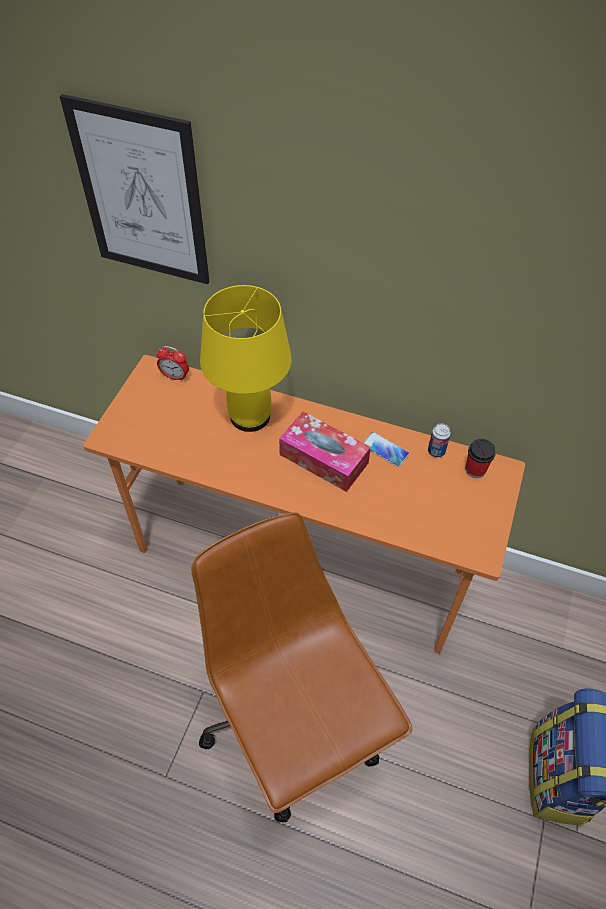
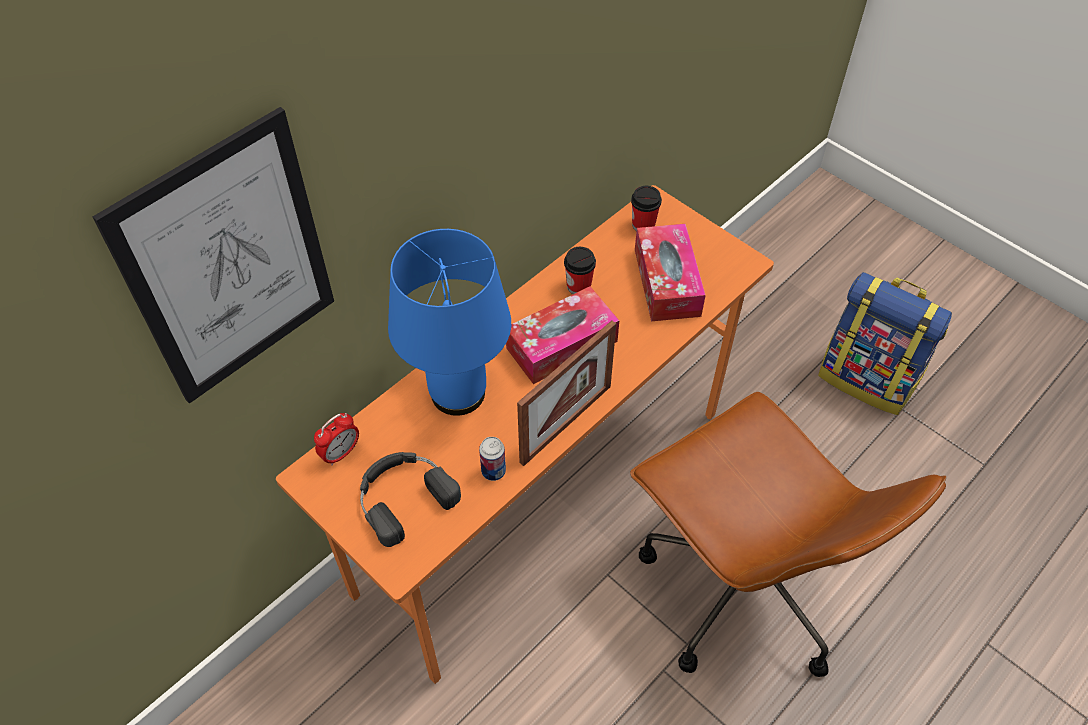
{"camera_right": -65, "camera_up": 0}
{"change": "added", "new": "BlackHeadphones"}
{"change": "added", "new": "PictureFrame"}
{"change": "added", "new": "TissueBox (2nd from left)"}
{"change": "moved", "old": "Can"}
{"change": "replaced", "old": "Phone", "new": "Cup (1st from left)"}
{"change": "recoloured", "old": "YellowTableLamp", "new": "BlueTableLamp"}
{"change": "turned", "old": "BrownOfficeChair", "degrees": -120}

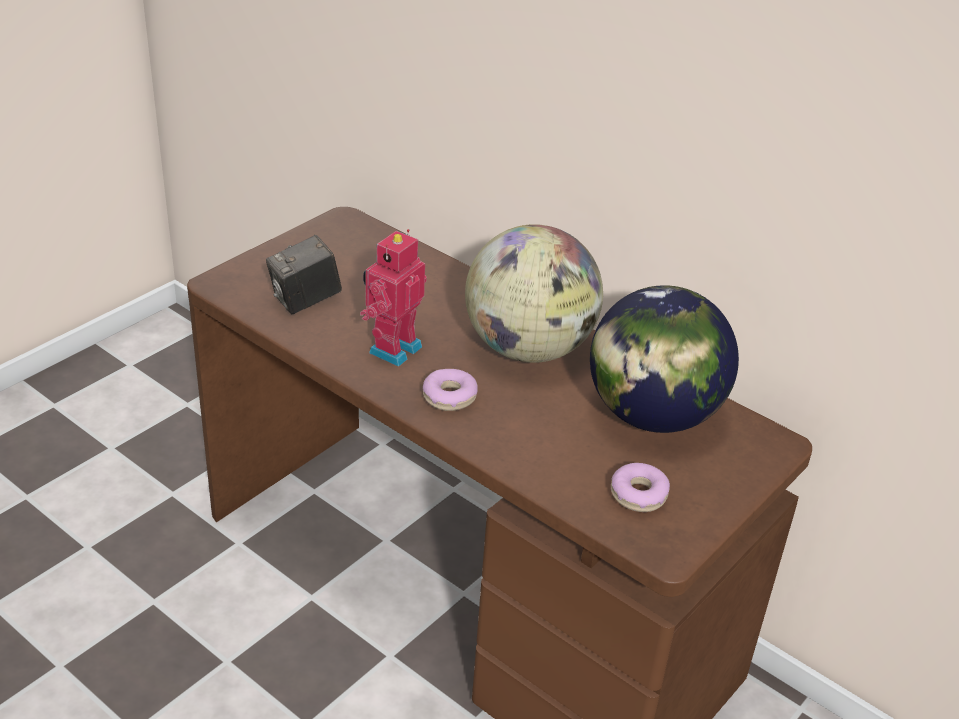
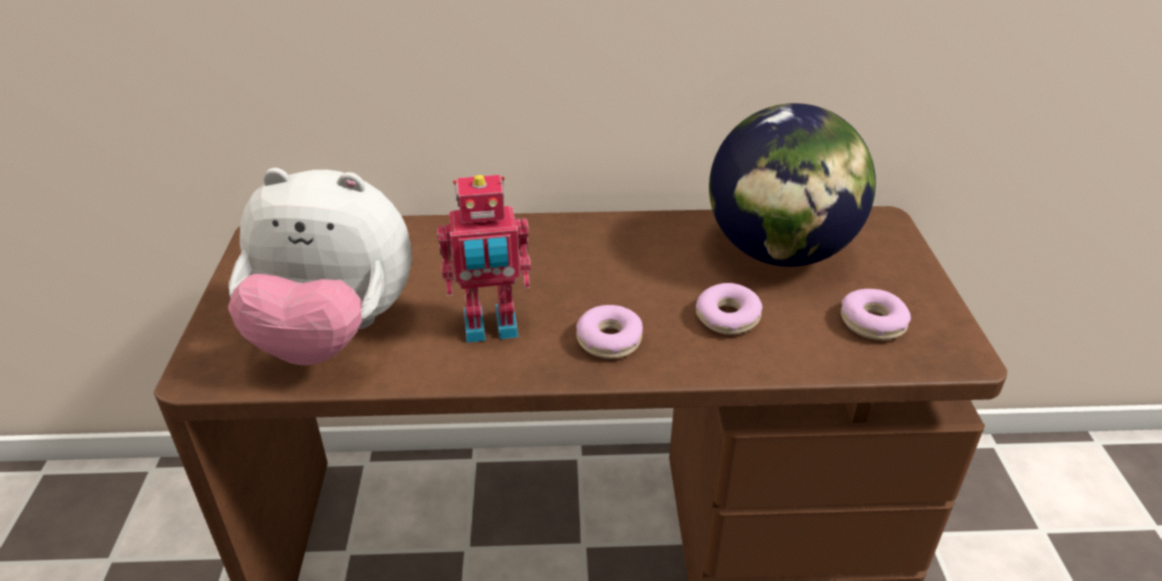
{"camera_right": -40, "camera_up": 0}
{"change": "removed", "old": "Globe (1st from left)"}
{"change": "added", "new": "Donut (2nd from left)"}
{"change": "replaced", "old": "PhotoCamera", "new": "PlushToy"}
{"change": "turned", "old": "ToyRobot", "degrees": -90}

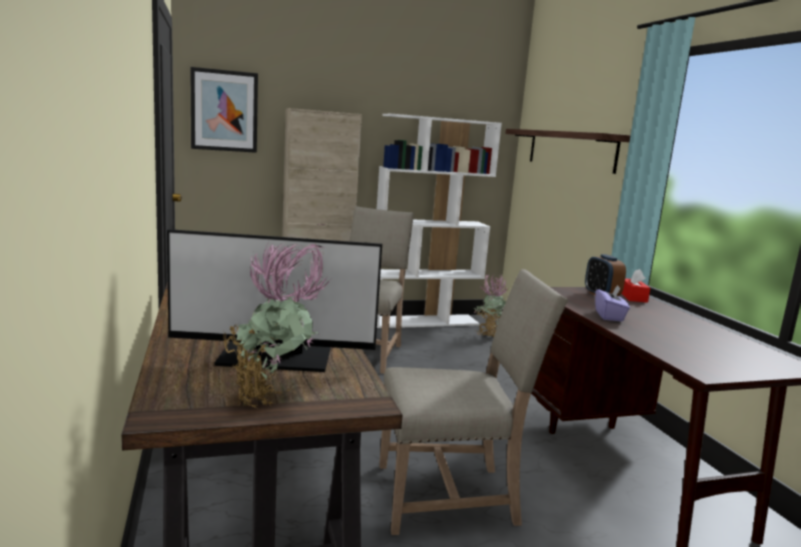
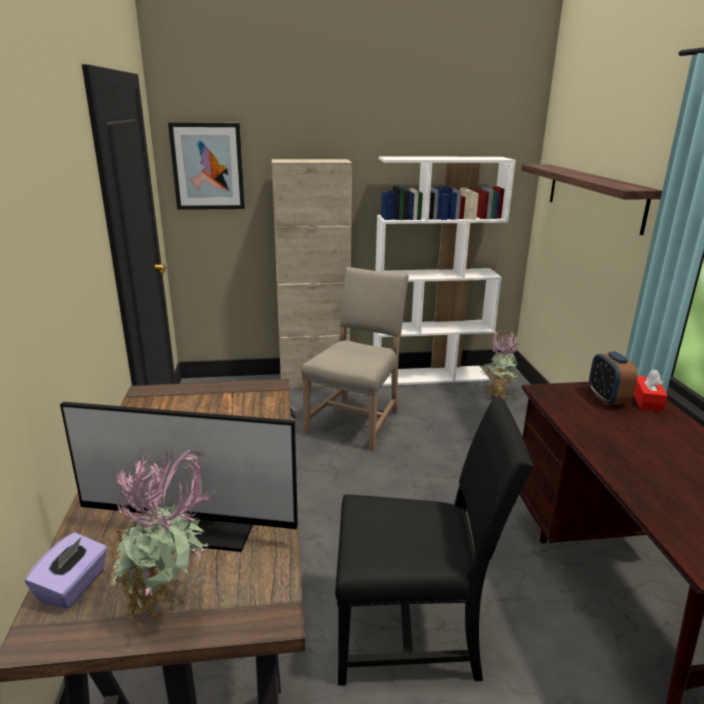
{"camera_right": 10, "camera_up": 10}
{"change": "moved", "old": "PurpleTissueBox"}
{"change": "recoloured", "old": "BeigeChair (2nd from left)", "new": "BlackChair"}

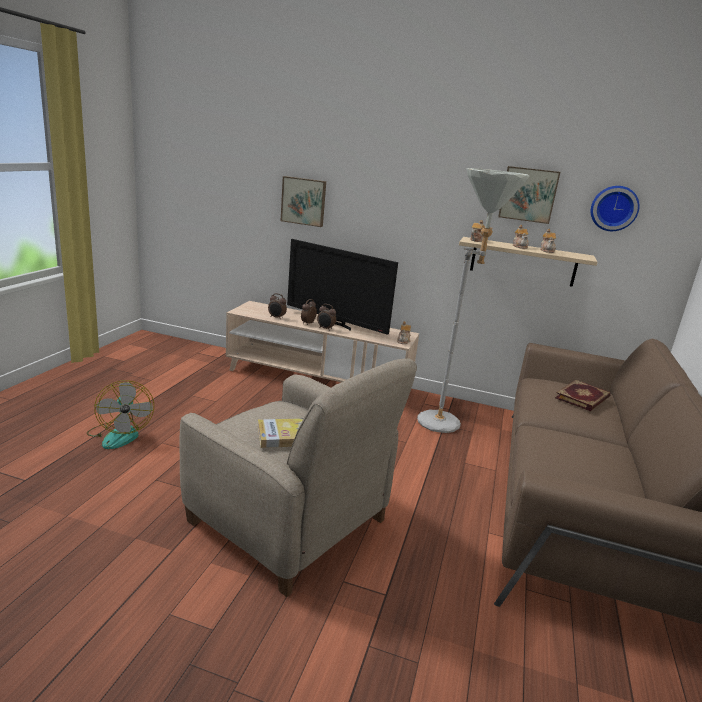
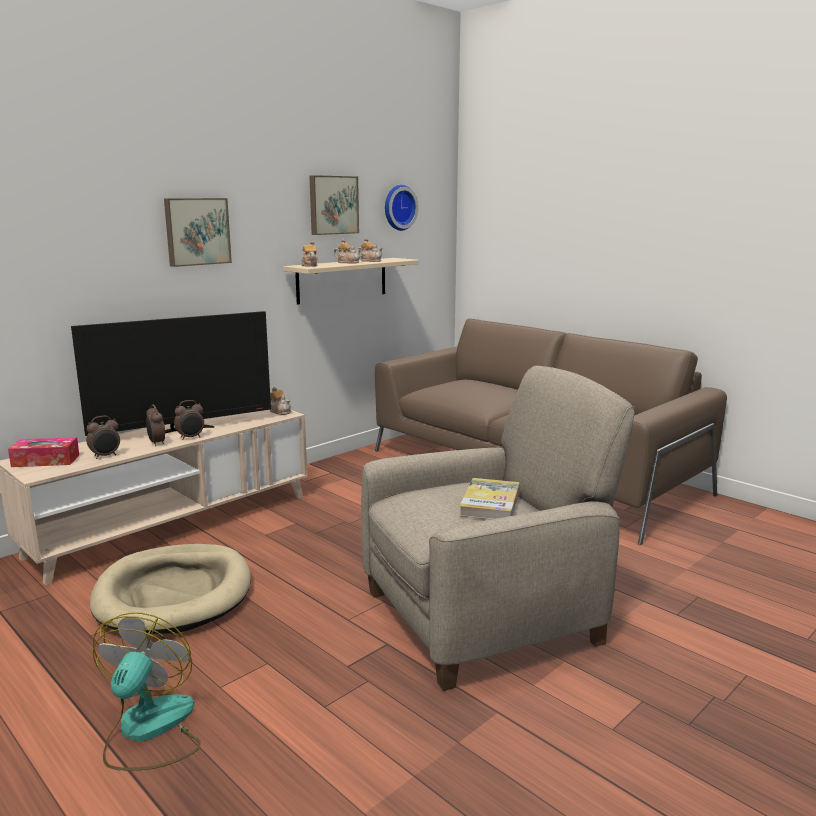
{"camera_right": -60, "camera_up": -5}
{"change": "removed", "old": "GreyFloorLamp"}
{"change": "removed", "old": "Book (2nd from left)"}
{"change": "added", "new": "TissueBox"}
{"change": "added", "new": "BeigeDogBed"}
{"change": "moved", "old": "Picture (1st from left)"}
{"change": "turned", "old": "Fan", "degrees": -90}

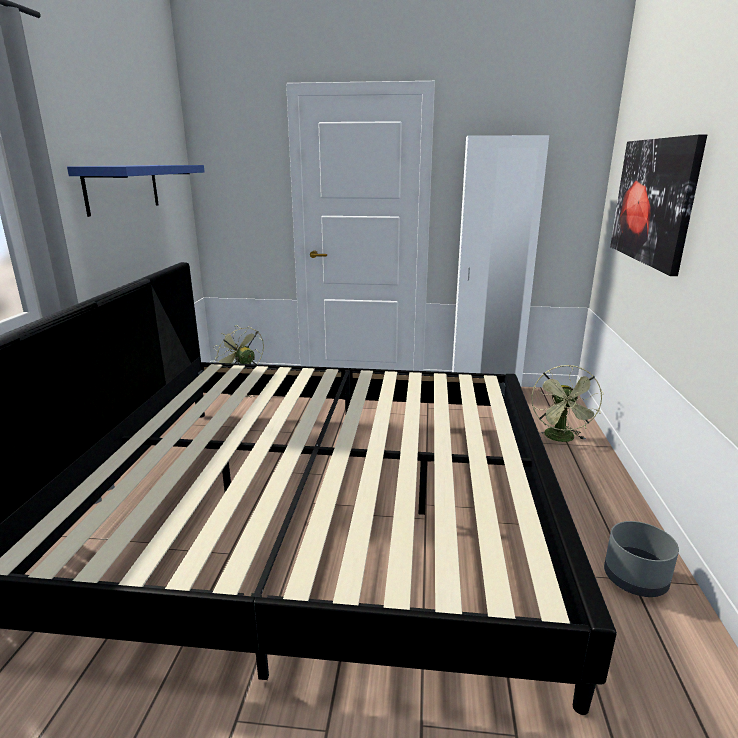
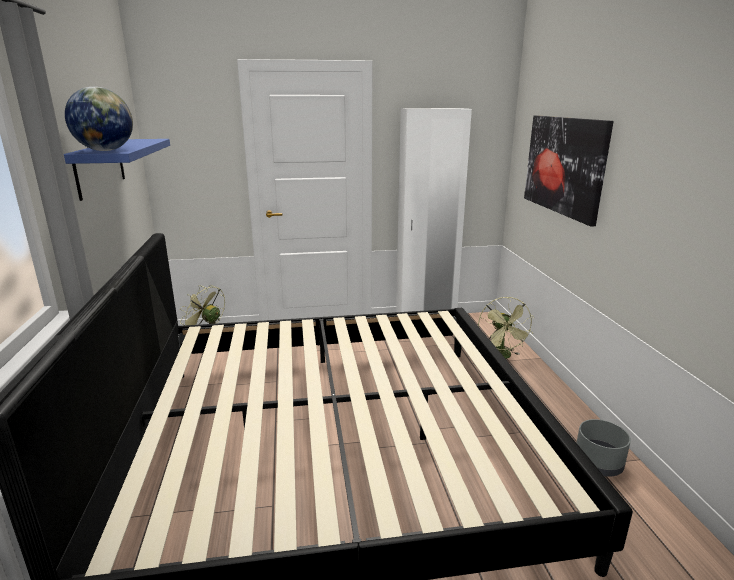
{"camera_right": -15, "camera_up": 0}
{"change": "added", "new": "Globe"}

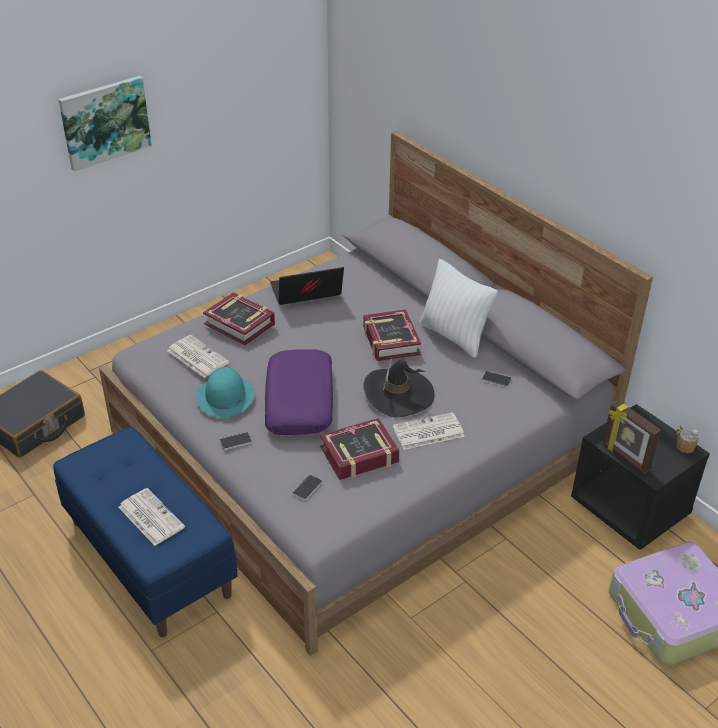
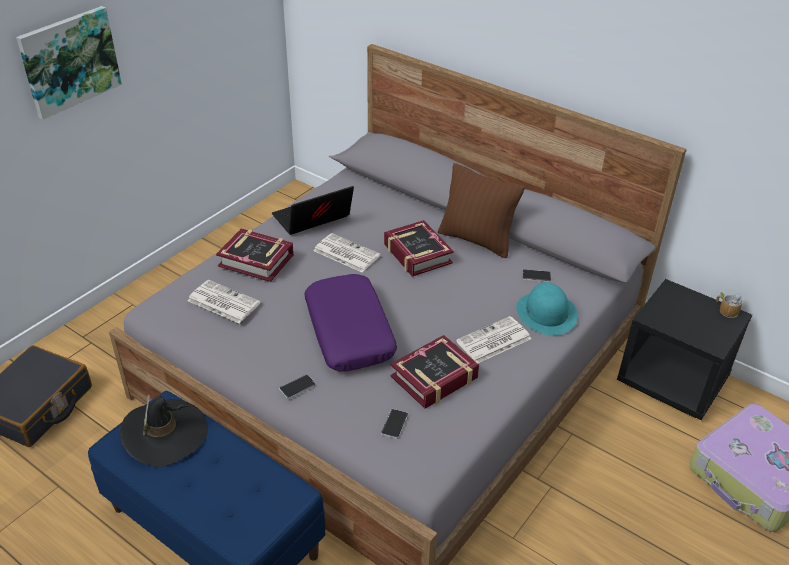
{"camera_right": -15, "camera_up": 0}
{"change": "removed", "old": "PictureFrame"}
{"change": "moved", "old": "Newspaper (1st from left in the first image)", "new": "Newspaper (2nd from left)"}
{"change": "moved", "old": "TurquoiseHat"}
{"change": "moved", "old": "BlackHat"}
{"change": "recoloured", "old": "WhitePillow", "new": "BrownPillow"}

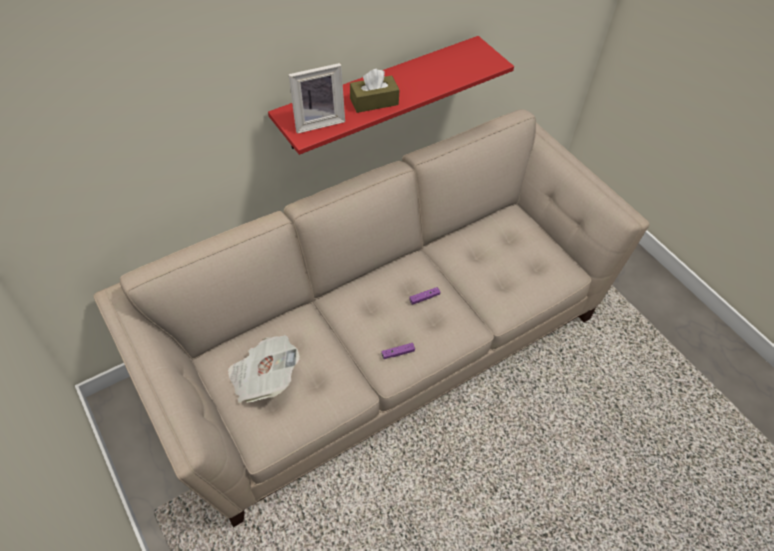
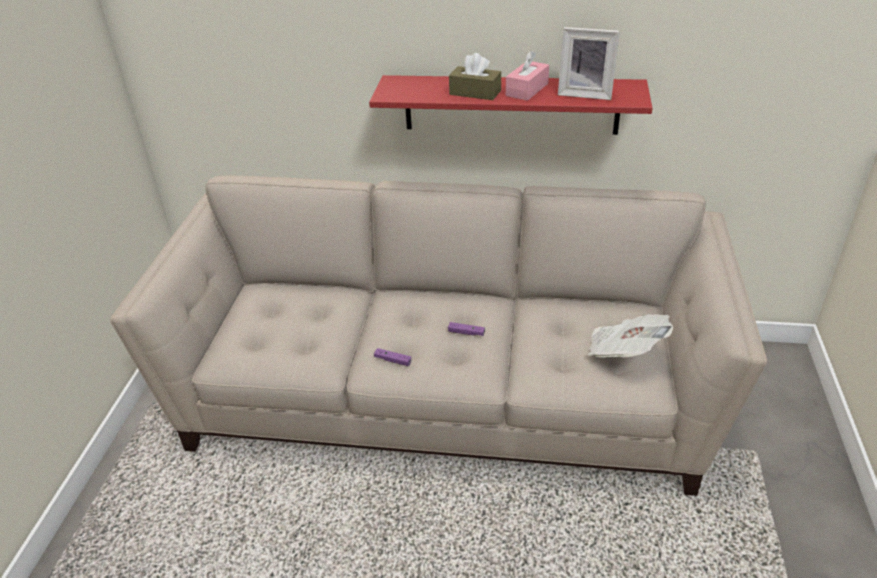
{"camera_right": 45, "camera_up": -15}
{"change": "added", "new": "PinkTissueBox"}
{"change": "moved", "old": "Newspaper"}
{"change": "moved", "old": "PictureFrame"}

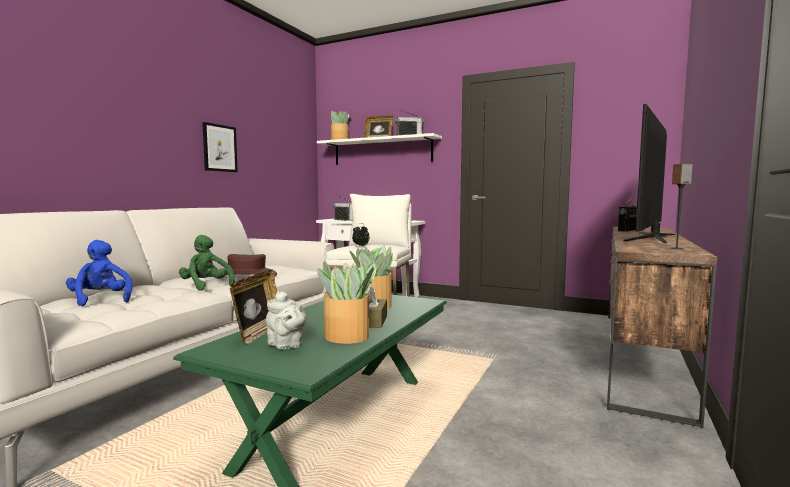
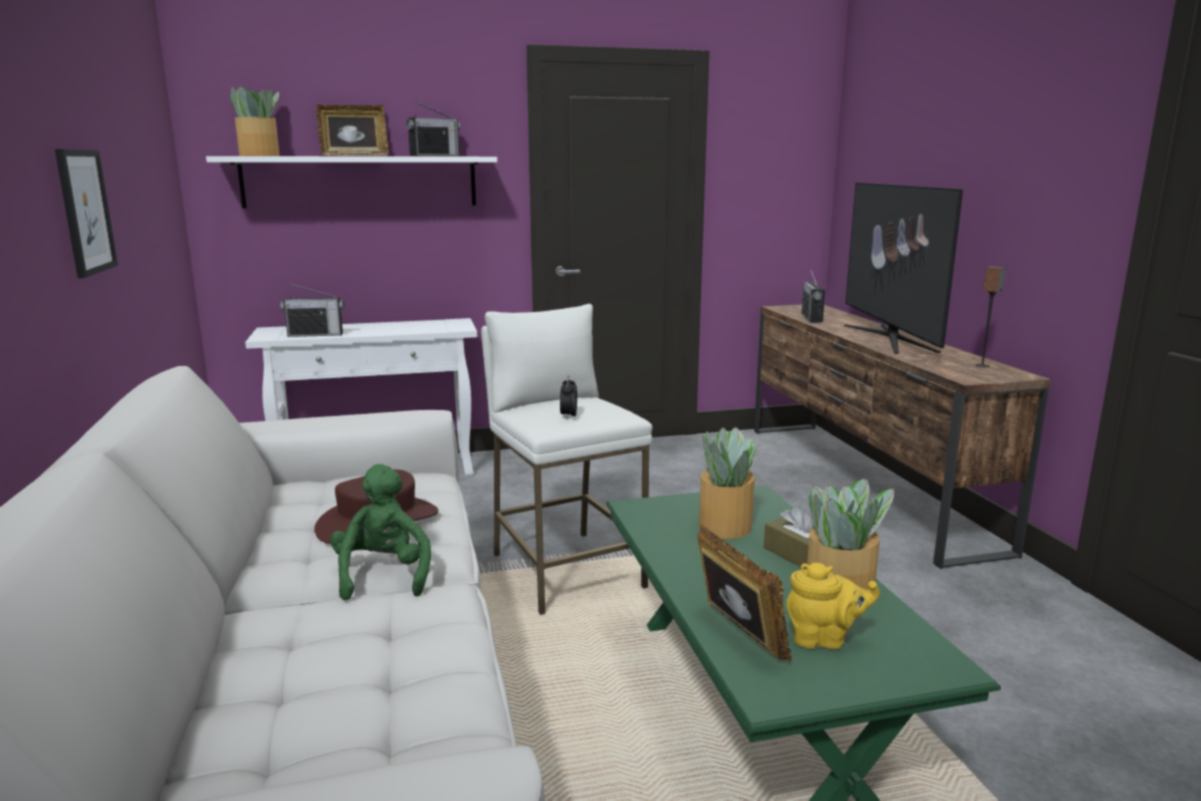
{"camera_right": -40, "camera_up": 10}
{"change": "removed", "old": "BluePlushToy"}
{"change": "recoloured", "old": "GreyTeapot", "new": "YellowTeapot"}
{"change": "turned", "old": "GreenPlushToy", "degrees": 75}

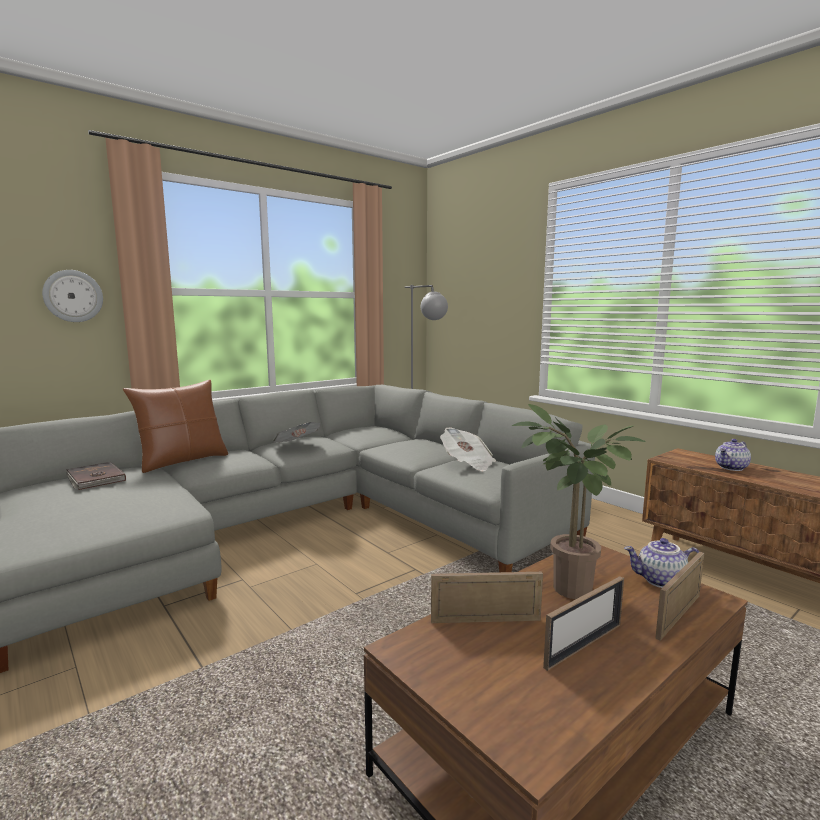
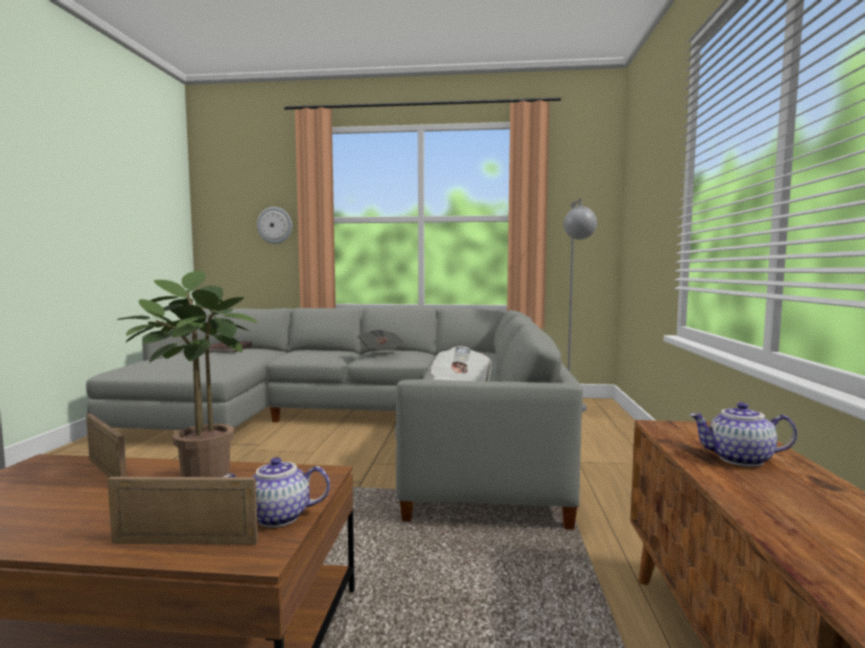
{"camera_right": 45, "camera_up": -5}
{"change": "removed", "old": "BrownPillow"}
{"change": "removed", "old": "PictureFrame (2nd from left)"}
{"change": "turned", "old": "Teapot (1st from left)", "degrees": -60}

